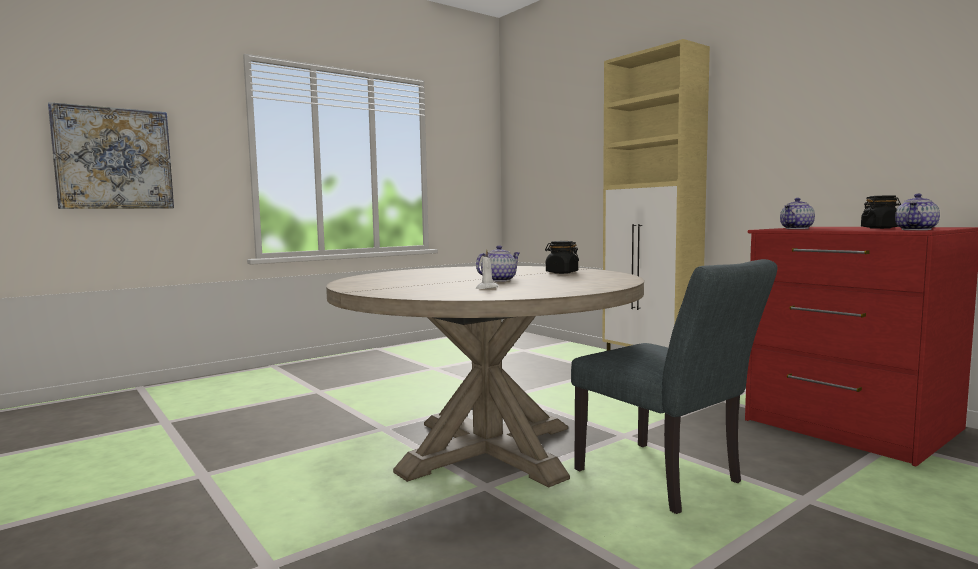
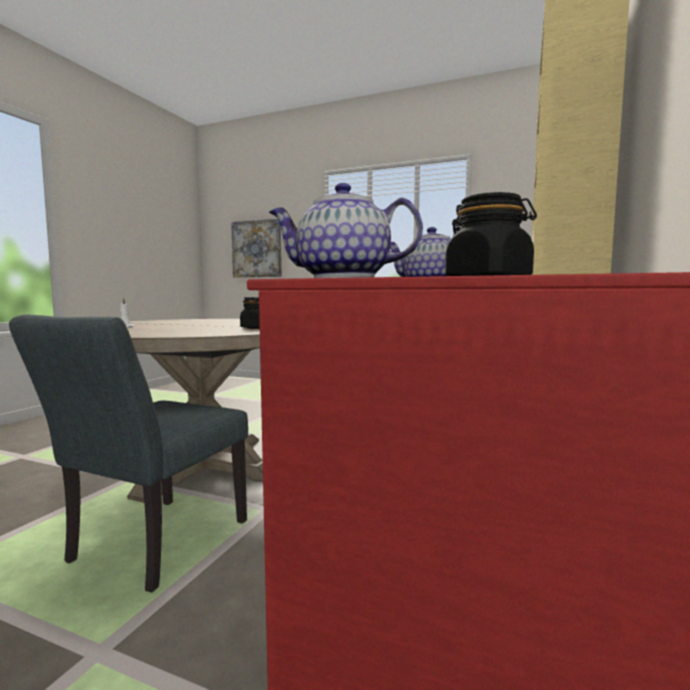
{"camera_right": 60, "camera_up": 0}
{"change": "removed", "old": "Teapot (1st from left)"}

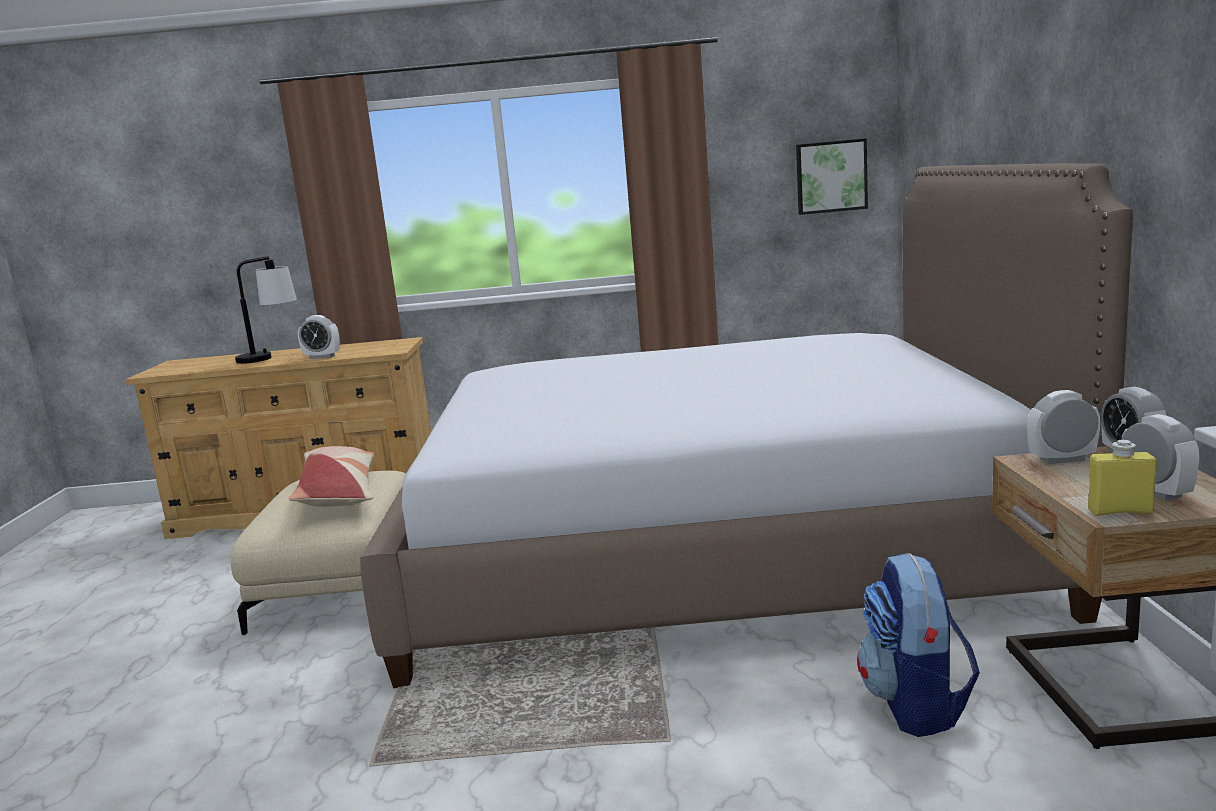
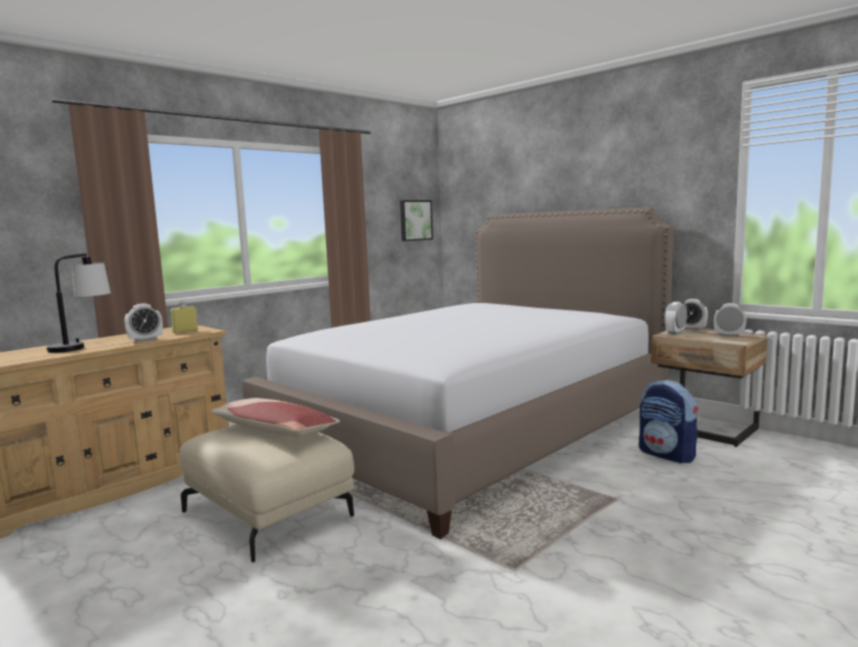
{"camera_right": -45, "camera_up": -5}
{"change": "moved", "old": "YellowBottle"}

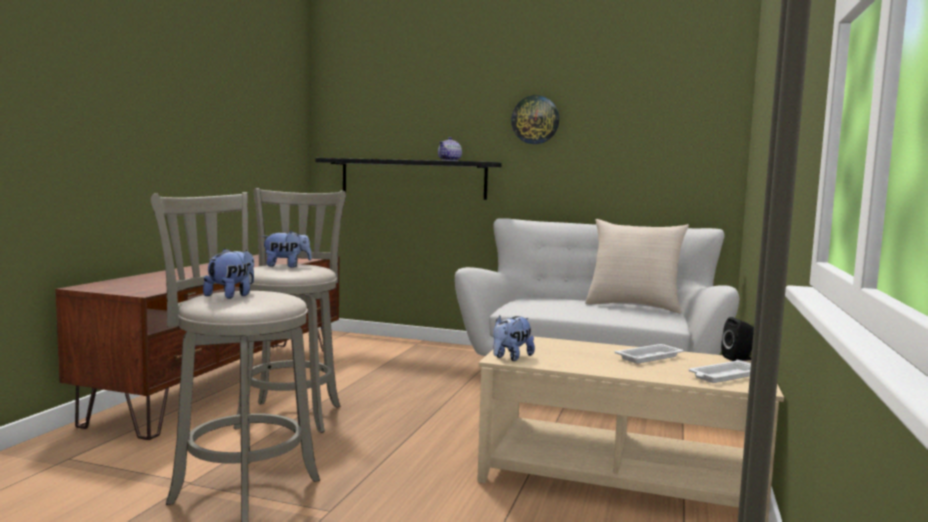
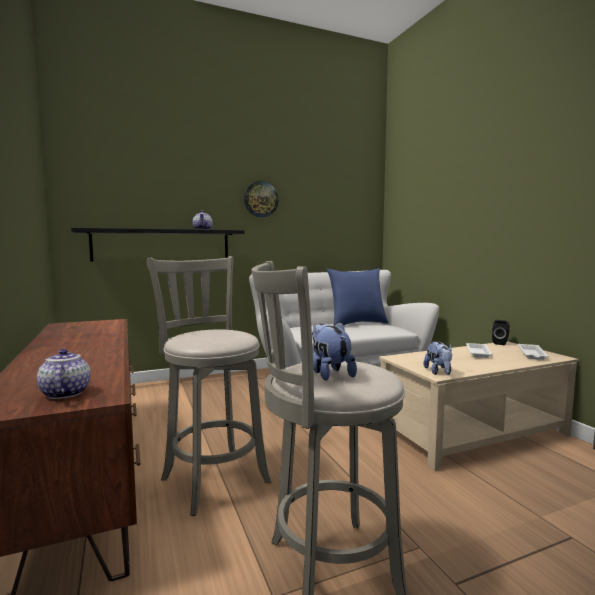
{"camera_right": -40, "camera_up": 0}
{"change": "removed", "old": "PlushToy (2nd from left)"}
{"change": "added", "new": "Teapot (1st from left)"}
{"change": "recoloured", "old": "BeigePillow", "new": "BluePillow"}

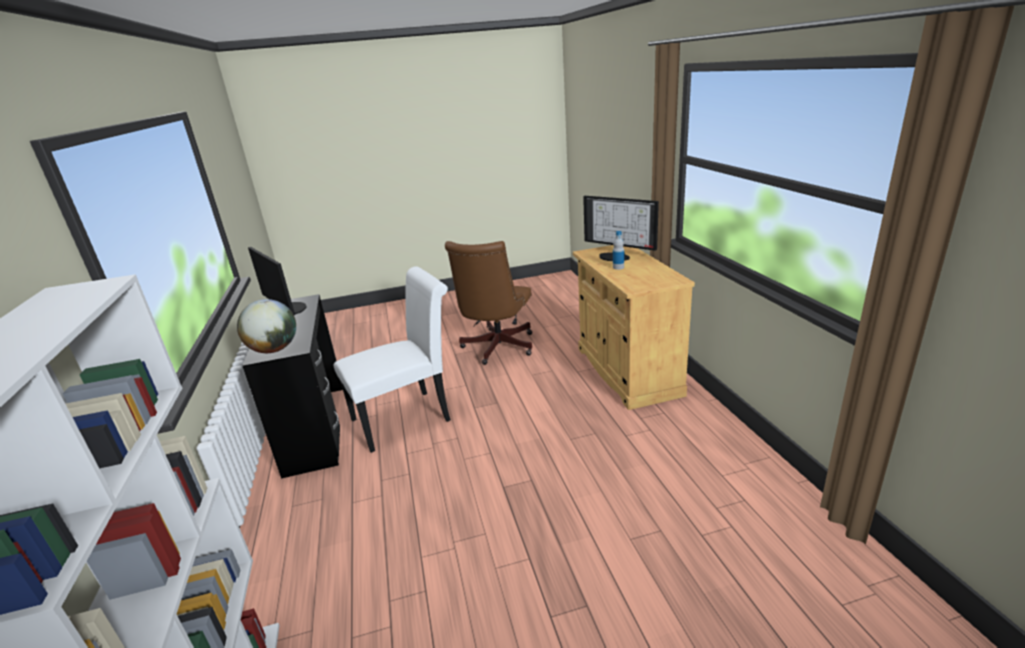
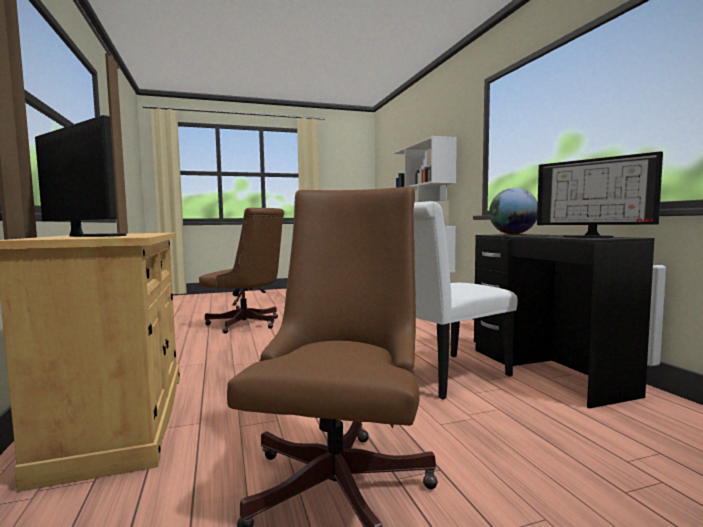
{"camera_right": 175, "camera_up": -20}
{"change": "removed", "old": "Bottle"}
{"change": "added", "new": "BrownOfficeChair (1st from left)"}

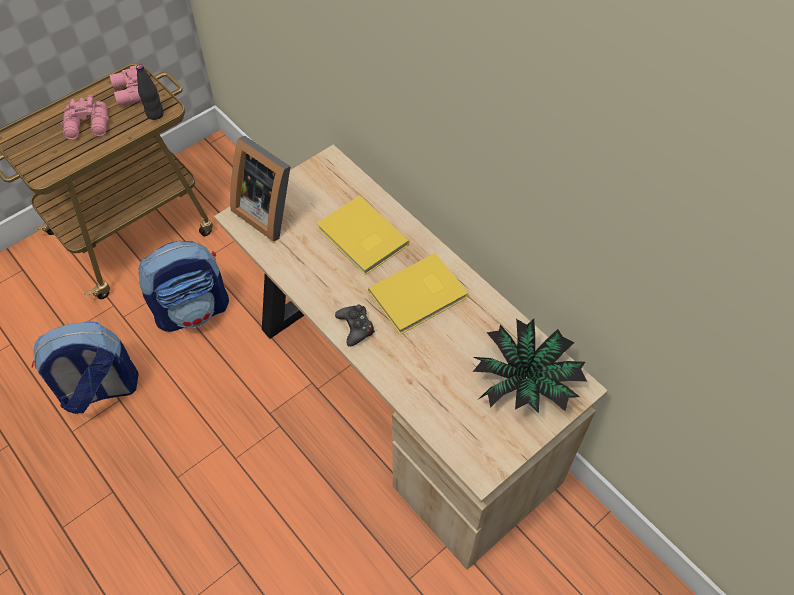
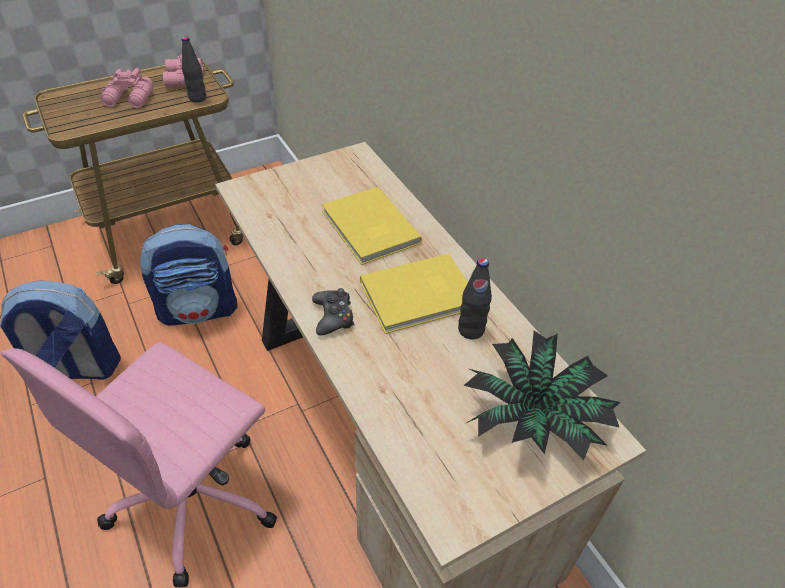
{"camera_right": 10, "camera_up": -10}
{"change": "removed", "old": "PictureFrame"}
{"change": "added", "new": "PinkOfficeChair"}
{"change": "added", "new": "BlackBottle (2nd from left)"}

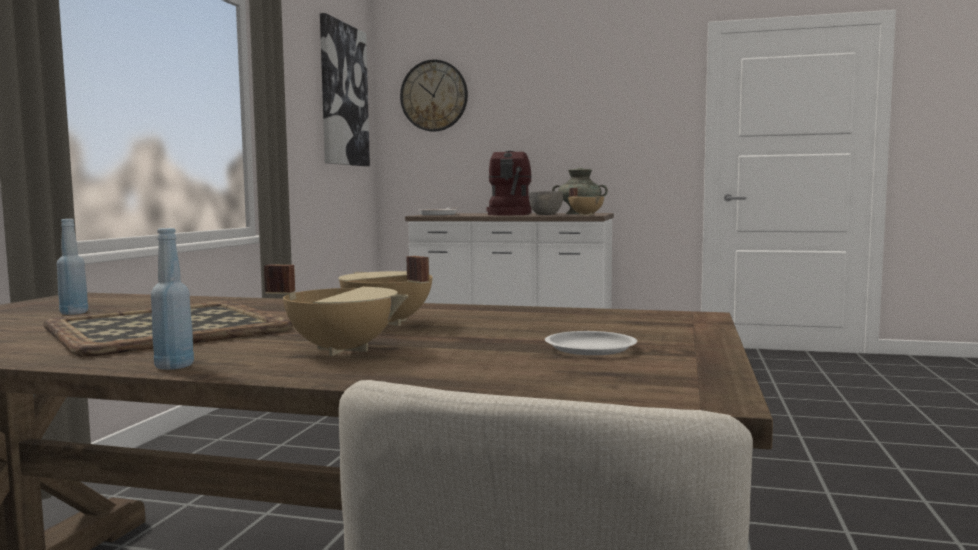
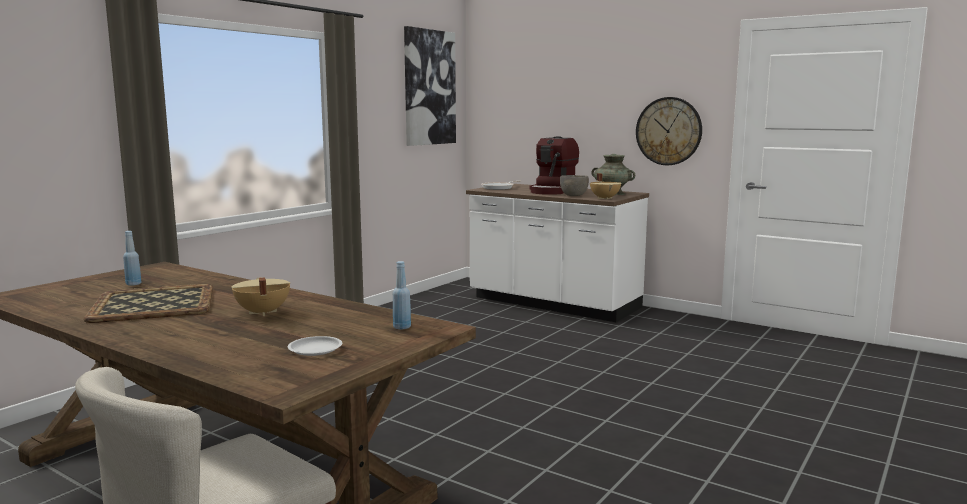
{"camera_right": 20, "camera_up": 5}
{"change": "removed", "old": "BeigeCookingPot (1st from left)"}
{"change": "moved", "old": "BlueBottle (2nd from left)"}
{"change": "moved", "old": "WallClock"}

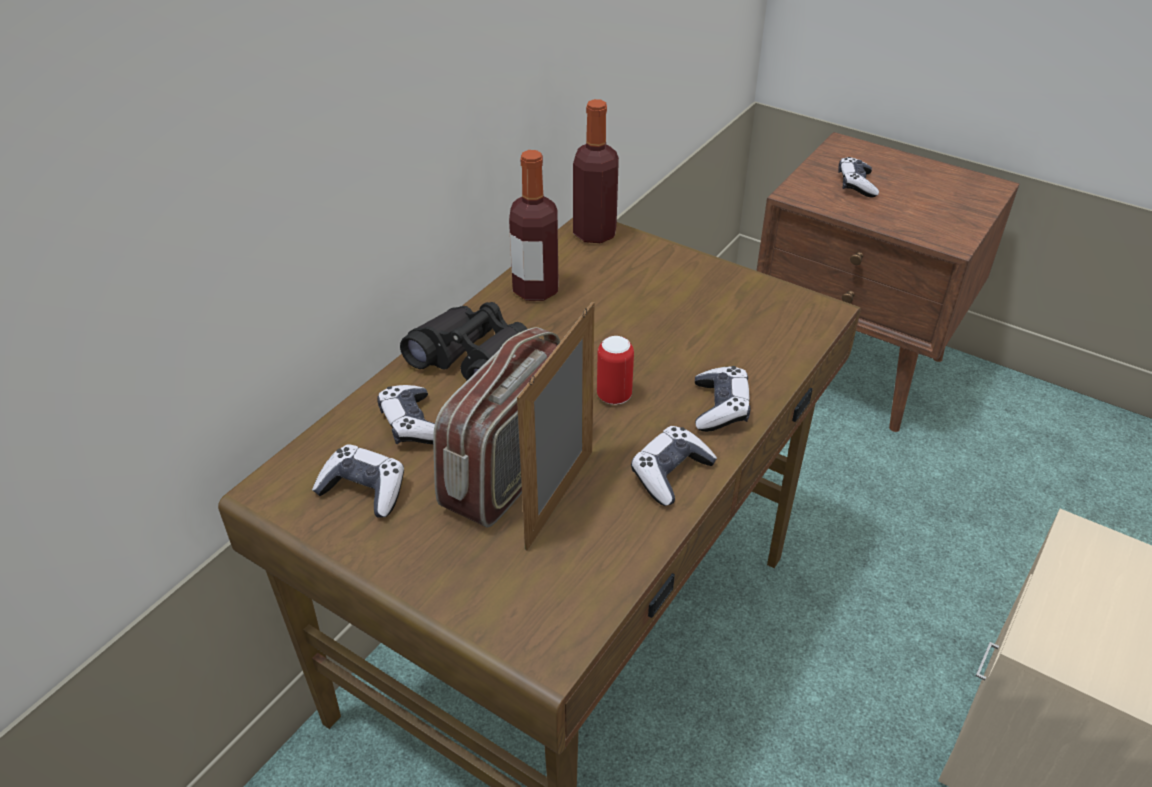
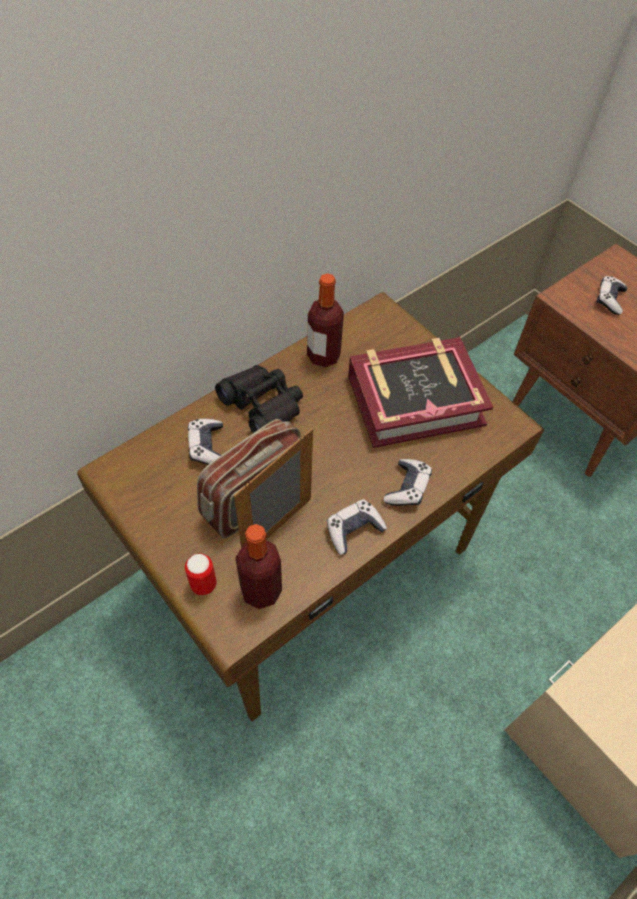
{"camera_right": 15, "camera_up": 15}
{"change": "removed", "old": "GameController (1st from left)"}
{"change": "added", "new": "Book"}
{"change": "moved", "old": "Bottle (2nd from left in the first image)", "new": "Bottle (1st from left)"}
{"change": "moved", "old": "Can"}

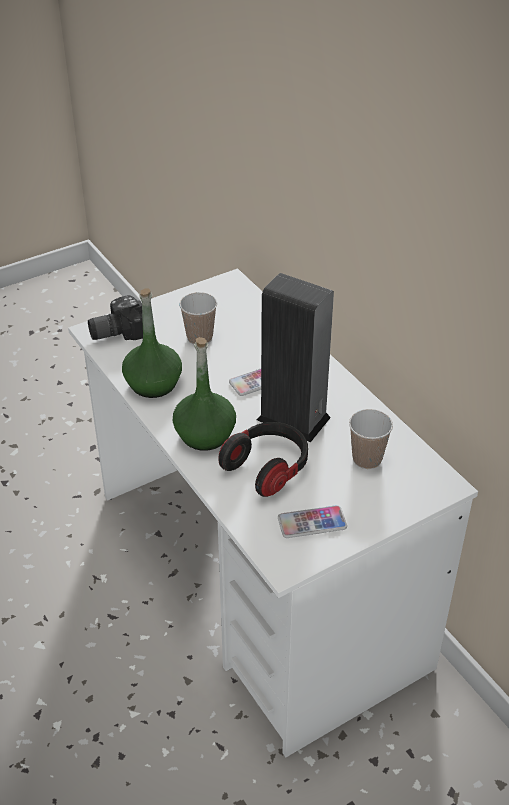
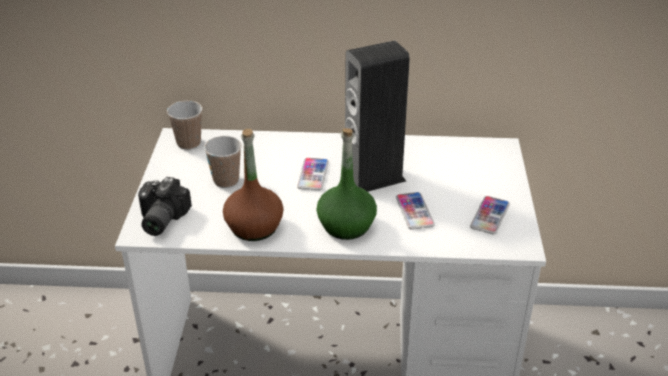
{"camera_right": -55, "camera_up": -5}
{"change": "moved", "old": "Cup (2nd from left in the first image)", "new": "Cup (1st from left)"}
{"change": "replaced", "old": "Headphones", "new": "Phone (2nd from left)"}
{"change": "recoloured", "old": "GreenBottle (1st from left)", "new": "BrownBottle"}

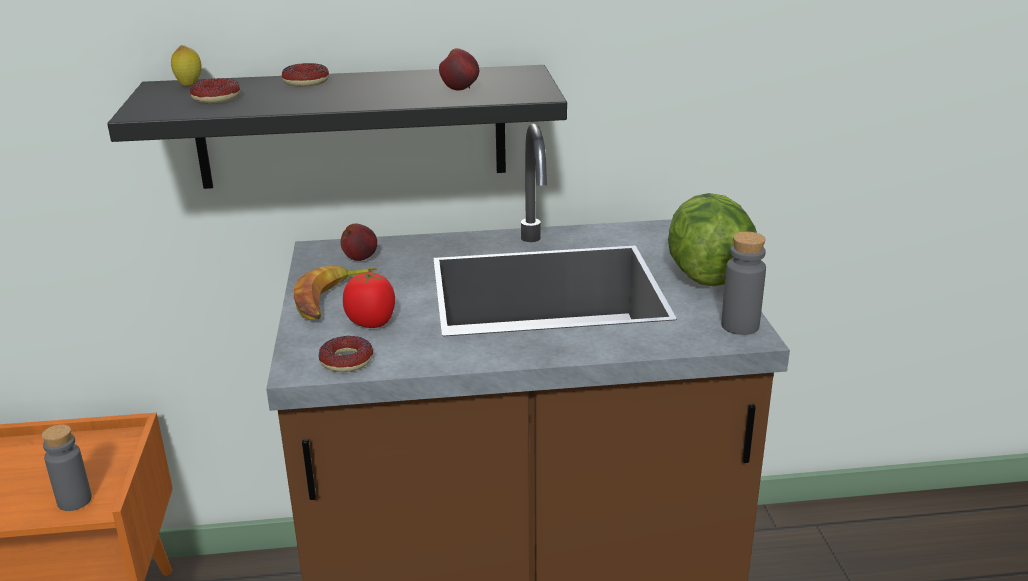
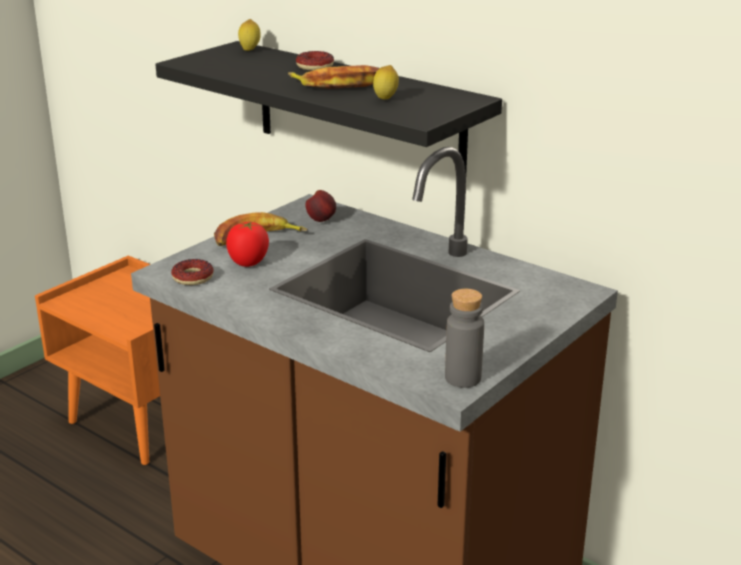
{"camera_right": 45, "camera_up": 0}
{"change": "removed", "old": "GreyBottle (1st from left)"}
{"change": "removed", "old": "Donut (1st from left)"}
{"change": "removed", "old": "Lettuce"}
{"change": "added", "new": "Banana (2nd from left)"}
{"change": "replaced", "old": "Apple (2nd from left)", "new": "Lemon (2nd from left)"}

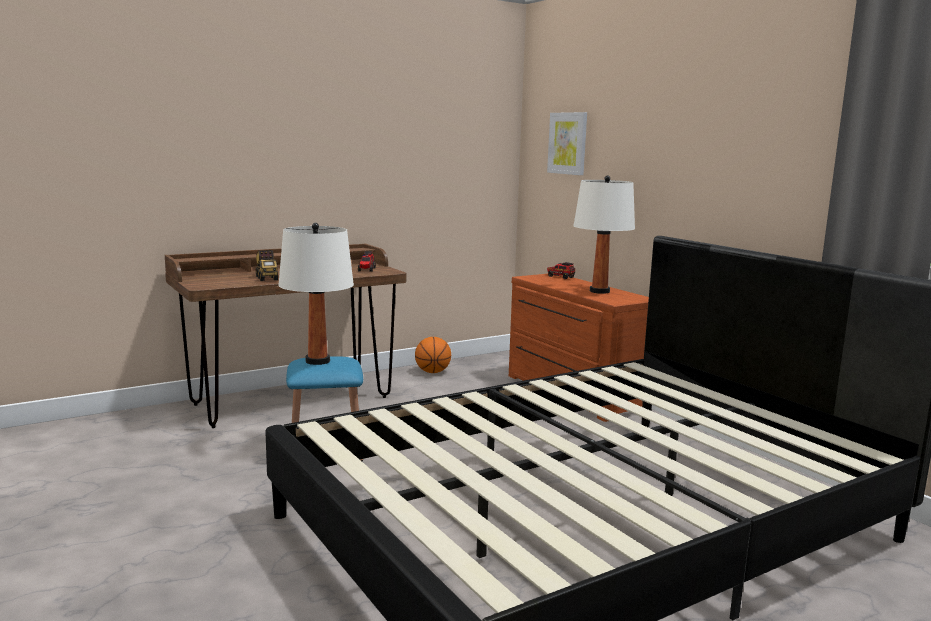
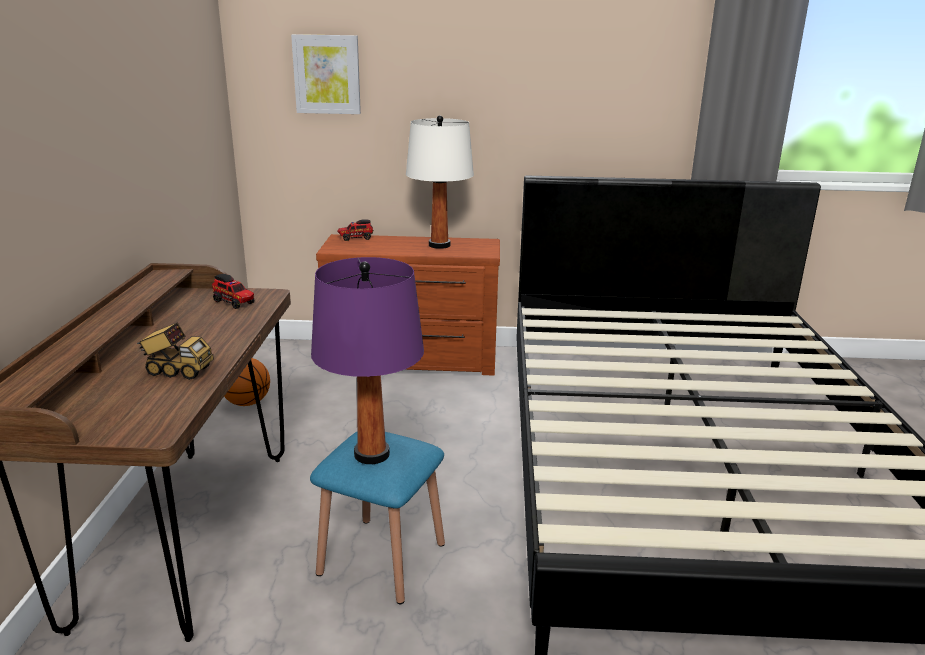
{"camera_right": -55, "camera_up": 10}
{"change": "recoloured", "old": "WhiteTableLamp (1st from left)", "new": "PurpleTableLamp"}

